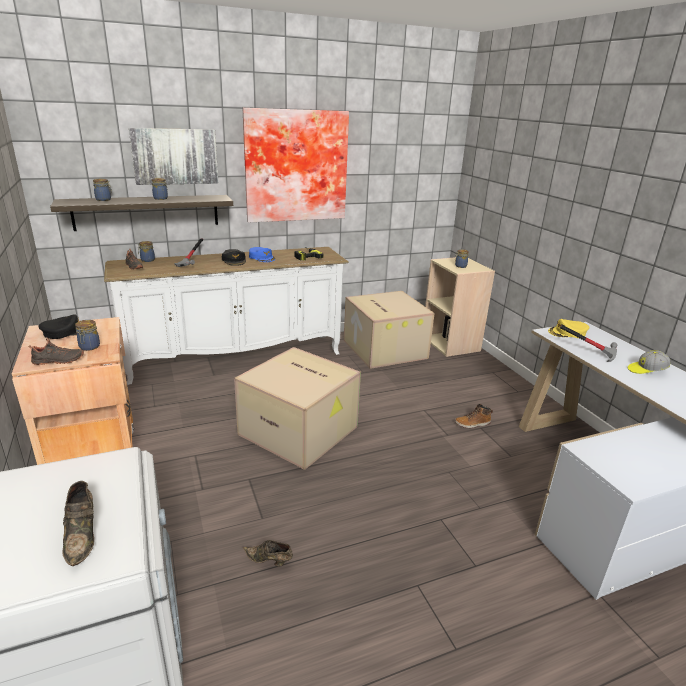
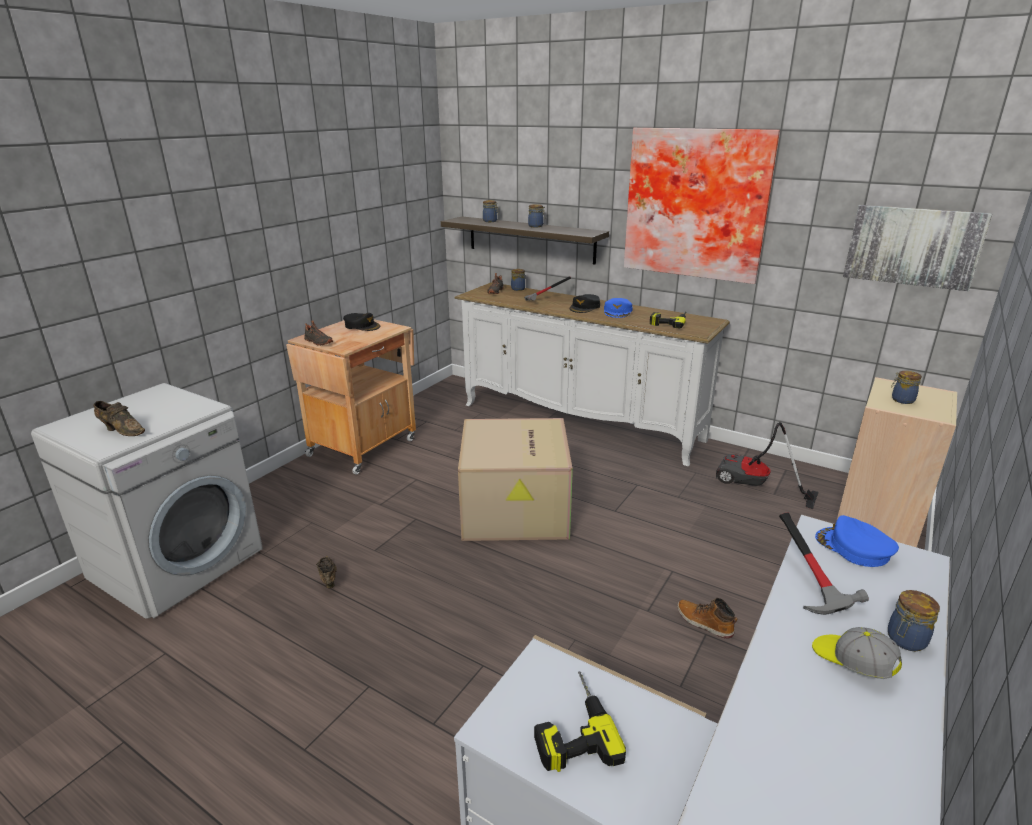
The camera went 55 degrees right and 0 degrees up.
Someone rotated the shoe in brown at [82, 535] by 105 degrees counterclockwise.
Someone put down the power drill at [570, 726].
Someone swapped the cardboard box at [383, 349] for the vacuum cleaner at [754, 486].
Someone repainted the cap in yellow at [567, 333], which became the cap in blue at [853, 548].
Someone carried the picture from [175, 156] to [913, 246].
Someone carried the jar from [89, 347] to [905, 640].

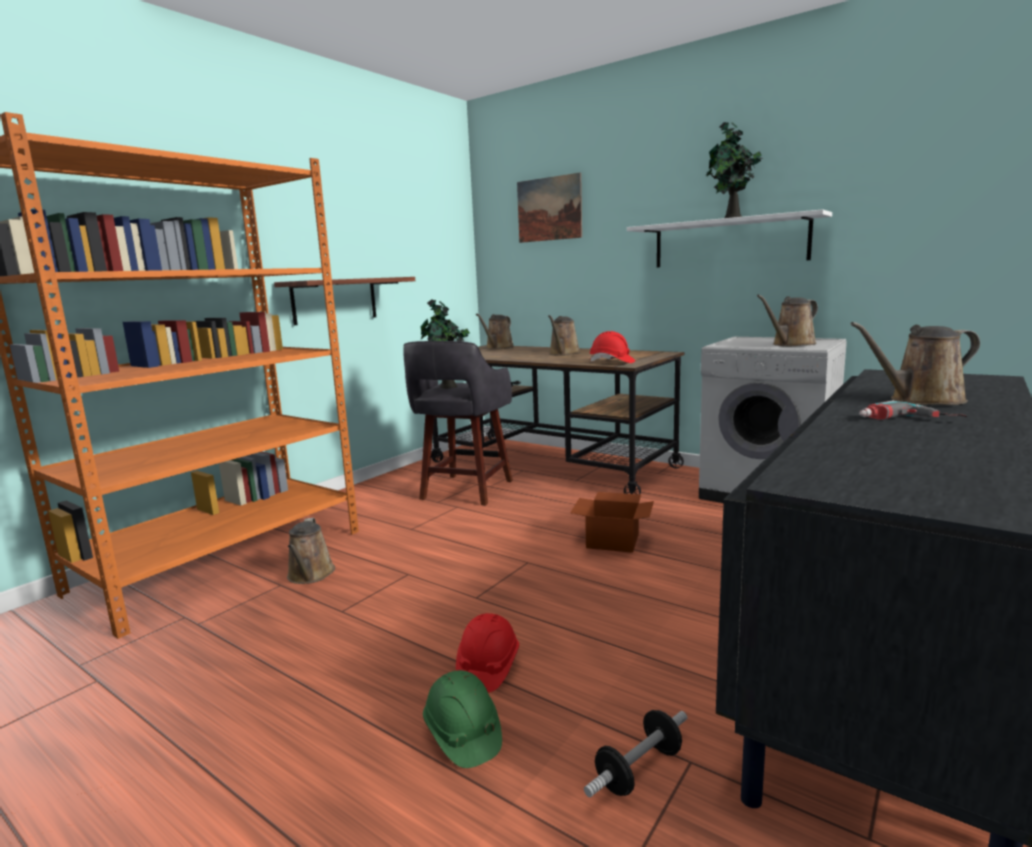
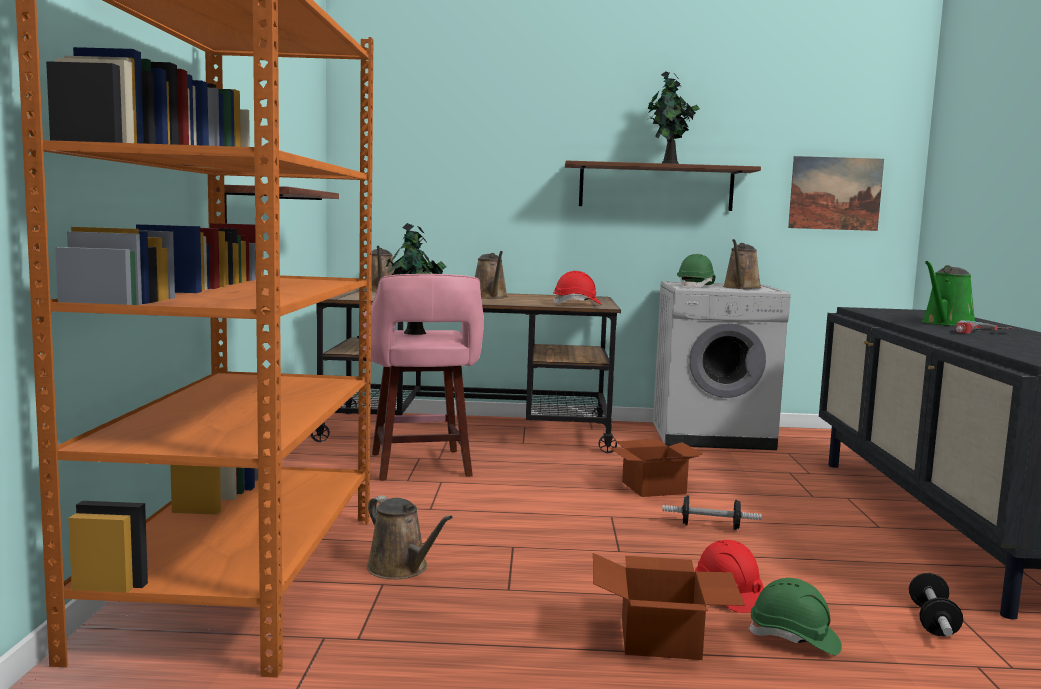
The camera went 35 degrees left and 5 degrees down.
Someone repainted the stool in grey at [465, 491], which became the stool in pink at [420, 466].
Someone repainted the shelf in white at [729, 242], which became the shelf in brown at [656, 187].
Someone put down the cardboard box at [663, 639].
Someone put down the dumbbell at [710, 526].
Someone put down the hard hat in green at [696, 286].
Someone carried the picture from [549, 209] to [835, 193].
Someone repainted the watering can in brown at [920, 400], which became the watering can in green at [946, 323].

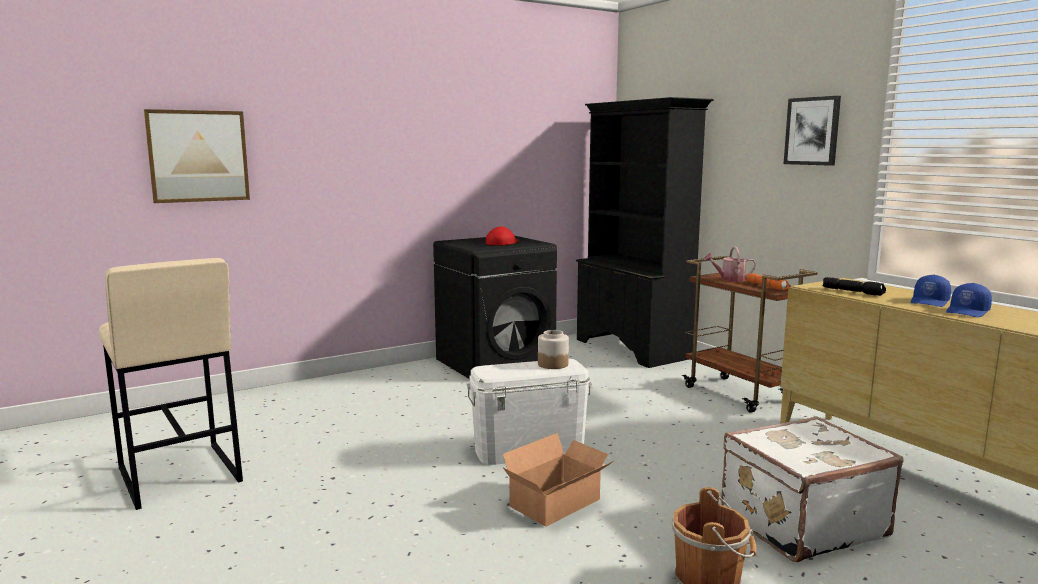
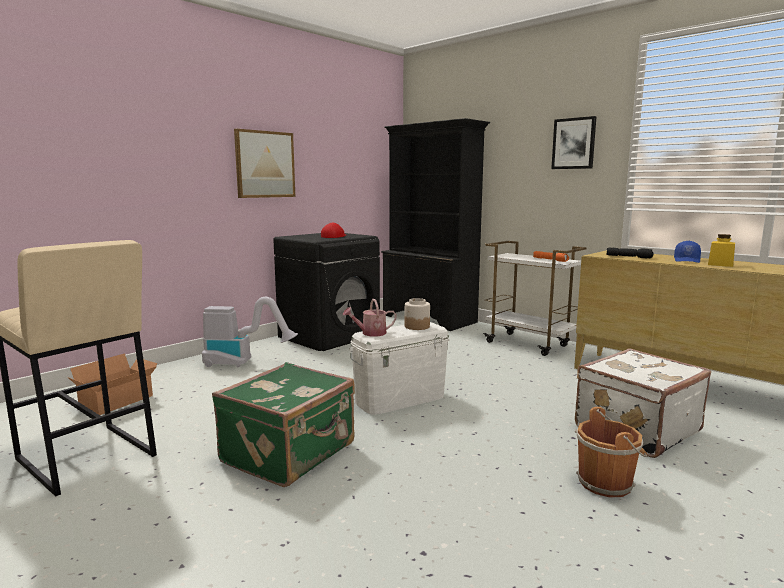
The camera went 15 degrees left and 0 degrees up.
Someone carried the cardboard box from [559, 503] to [119, 401].
Someone put down the vacuum cleaner at [244, 363].
Someone put down the suitcase in green at [290, 453].
Someone carried the picture from [198, 156] to [265, 164].
Someone carried the watering can from [729, 279] to [370, 333].
Someone repainted the cart in brown at [740, 396], which became the cart in white at [529, 345].
Someone swapped the cap in blue at [968, 312] for the jar in yellow at [720, 264].

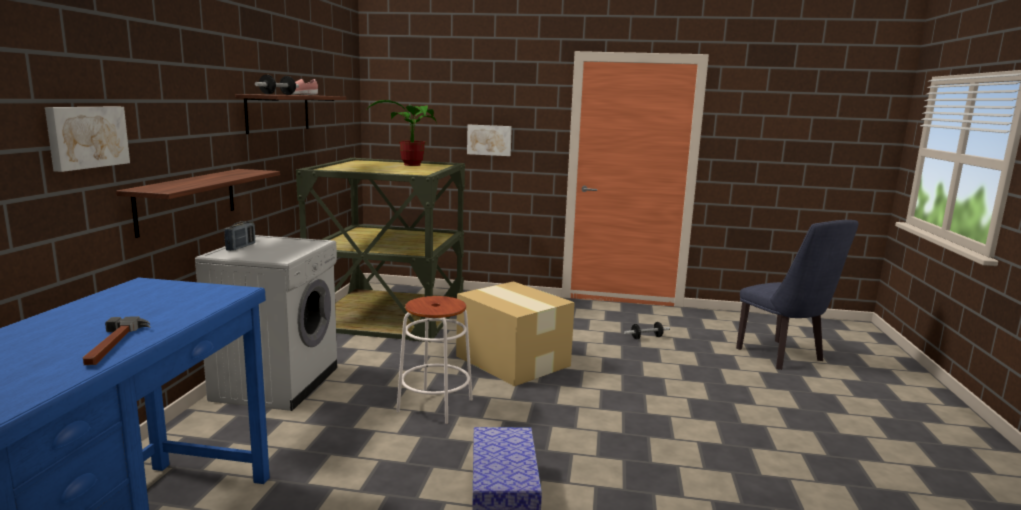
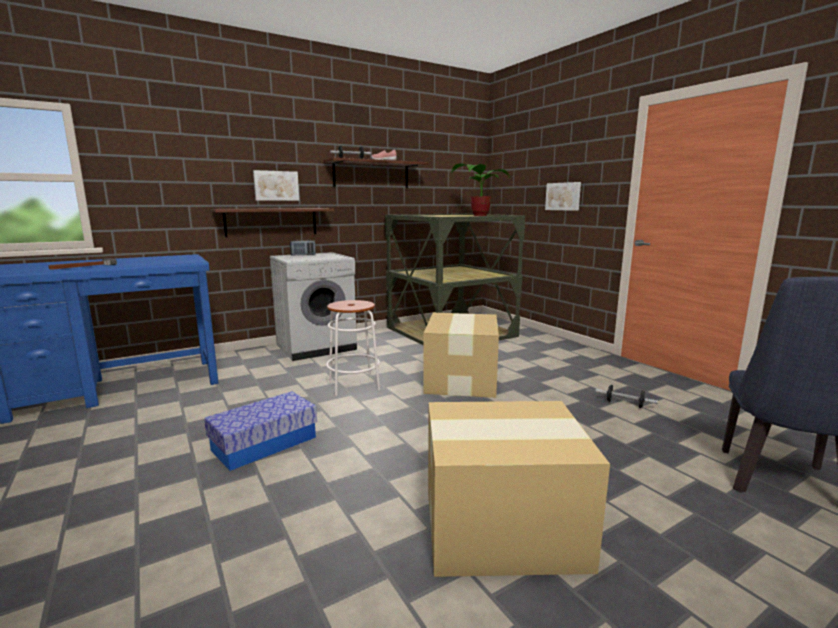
The camera went 50 degrees right and 0 degrees up.
Someone carried the picture from [86, 137] to [276, 185].
Someone put down the cardboard box at [504, 527].

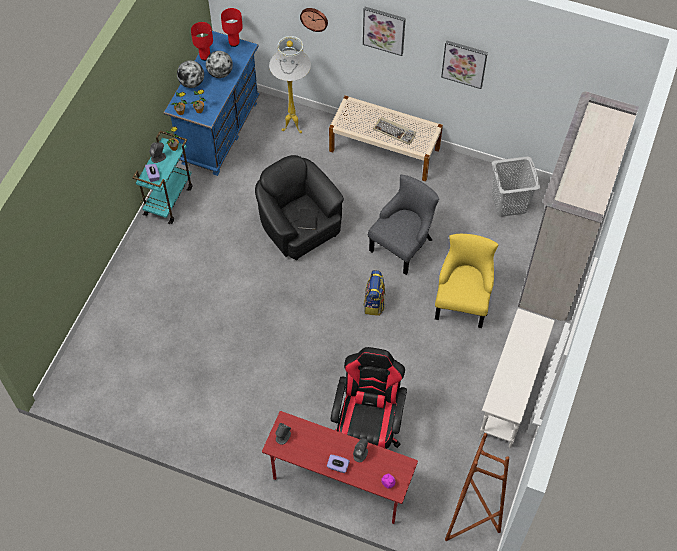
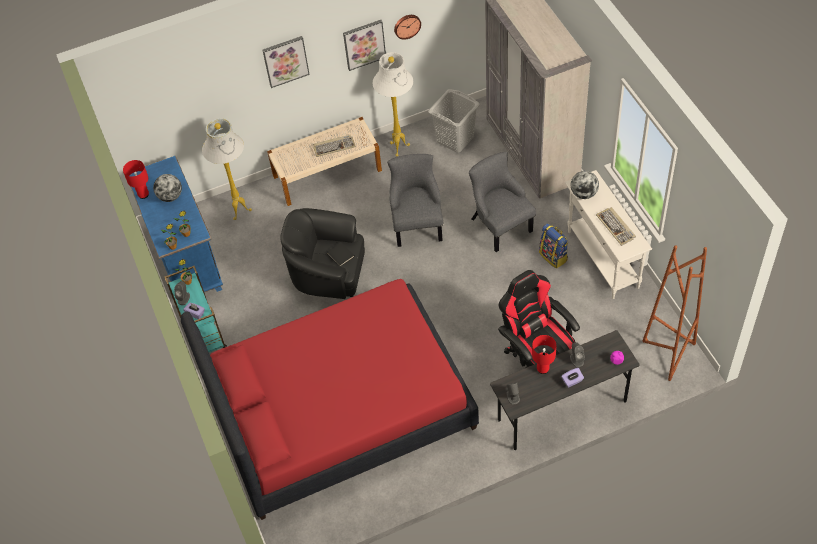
The camera went 40 degrees left and 5 degrees down.
Someone put down the bed in red at [339, 408].
Someone put down the floor lamp in white at [399, 147].
Someone carried the wall clock from [314, 18] to [407, 26].
Someone repainted the armchair in yellow at [462, 303], which became the armchair in grey at [501, 227].
Someone repainted the desk in red at [339, 484], which became the desk in grey at [561, 411].
Someone carried the table lamp in red from [233, 43] to [542, 369].
Someone carried the backpack from [374, 303] to [553, 256].
Someone carried the globe from [192, 83] to [583, 194].
Someone put down the keyboard at [616, 227].

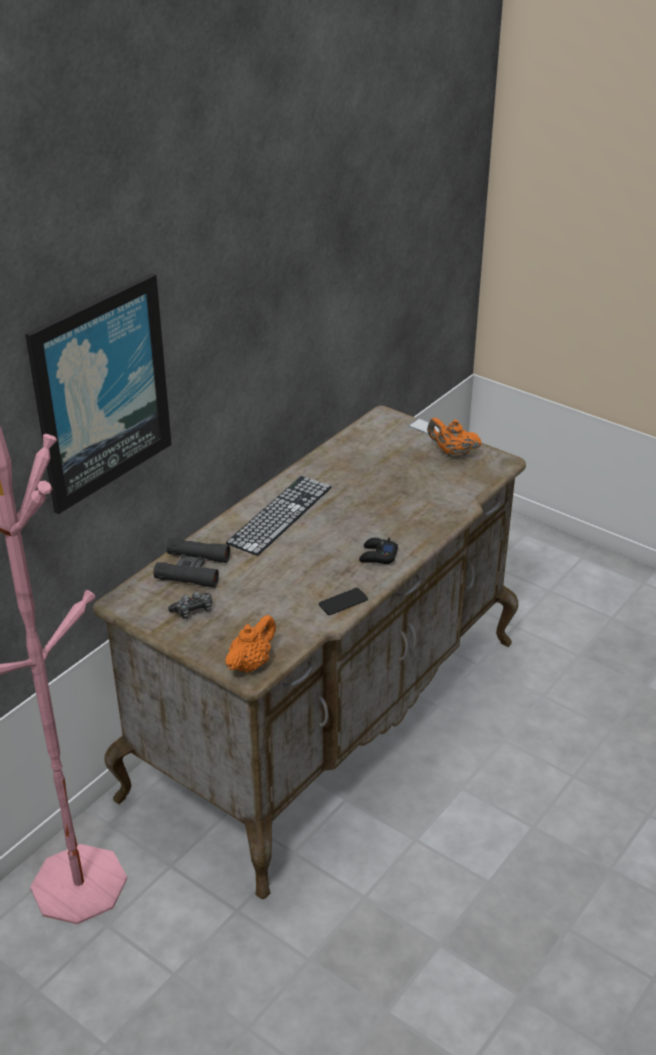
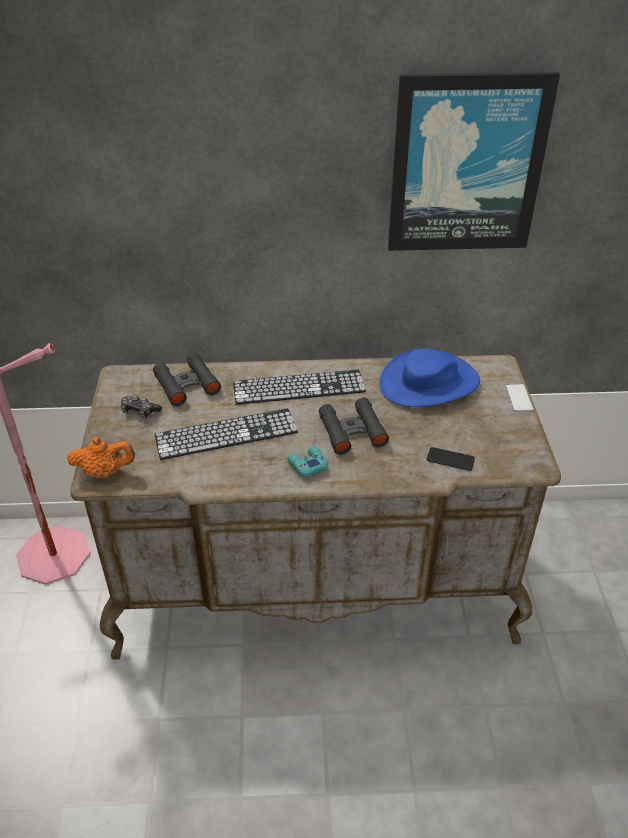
The camera went 50 degrees right and 5 degrees up.
Someone put down the keyboard at [226, 434].
Someone repainted the game controller in black at [377, 556], which became the game controller in turquoise at [307, 465].
Someone put down the binoculars in black at [352, 431].
Someone put down the hat in blue at [429, 383].
Someone carried the picture from [100, 392] to [466, 165].
Someone carried the phone from [343, 602] to [450, 459].
Someone took away the teapot in orange at [452, 453].

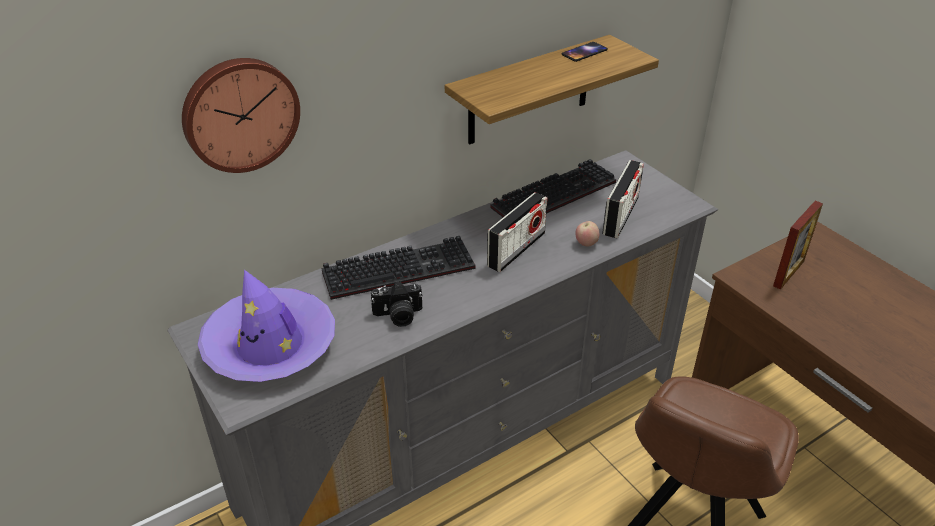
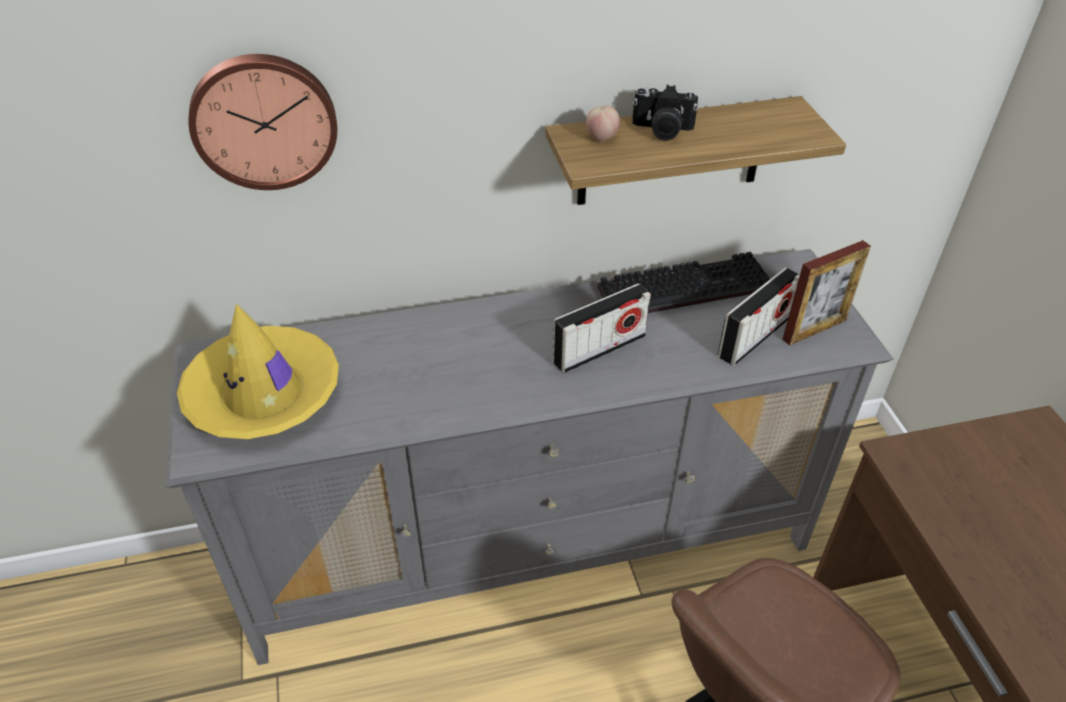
The camera went 20 degrees right and 5 degrees up.
Someone repainted the hat in purple at [270, 345], which became the hat in yellow at [264, 394].
Someone carried the apple from [586, 243] to [602, 138].
Someone carried the photo camera from [398, 316] to [662, 130].
Someone carried the picture frame from [788, 273] to [814, 330].
Someone took away the keyboard at [400, 268].
Someone took away the phone at [584, 52].

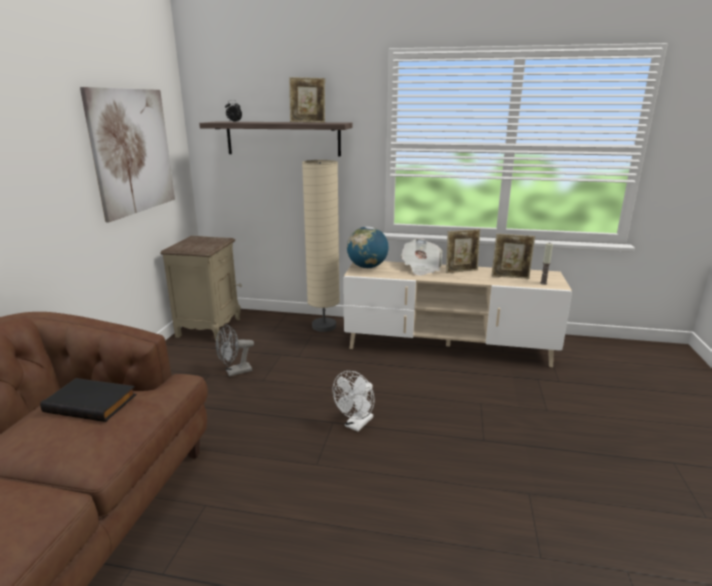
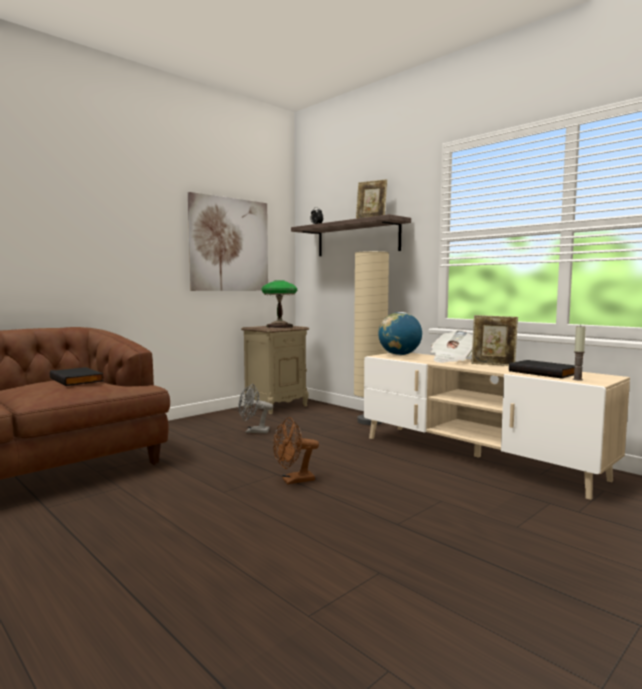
The camera went 35 degrees right and 15 degrees down.
Someone put down the table lamp at [280, 326].
Someone repainted the fan in white at [356, 425], which became the fan in brown at [293, 481].
Someone swapped the picture frame at [510, 277] for the book in black at [544, 372].

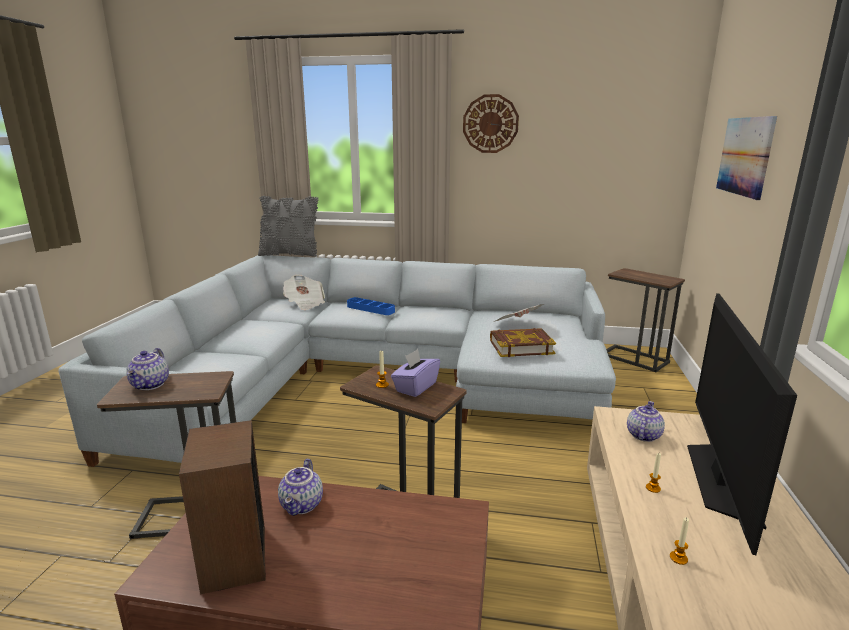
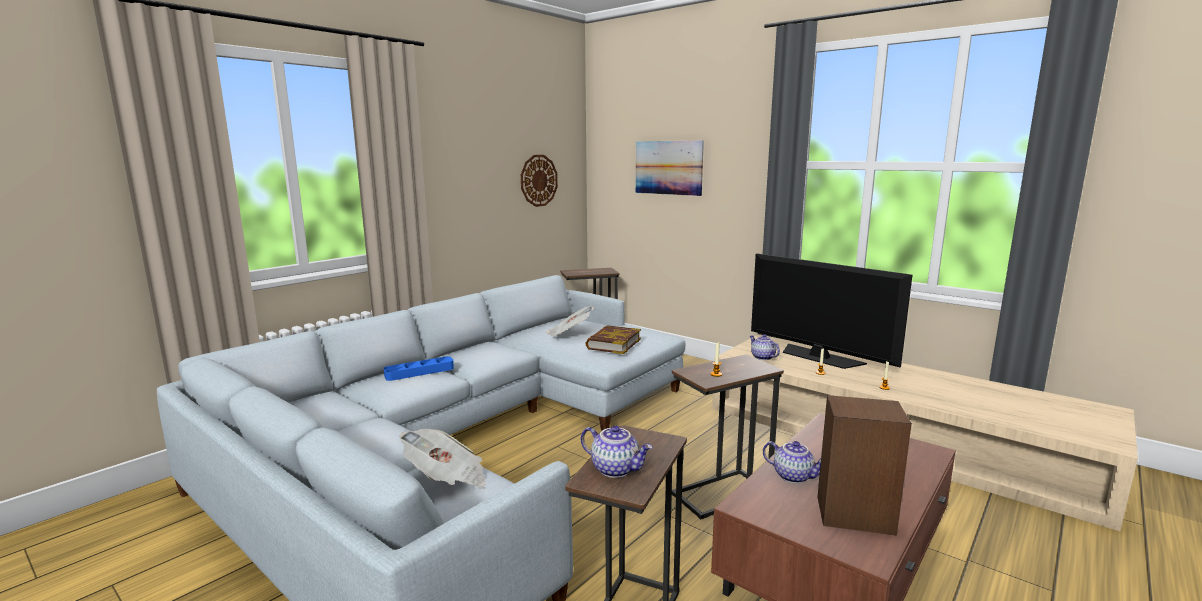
The camera went 60 degrees left and 5 degrees down.
Someone carried the newspaper from [305, 303] to [447, 478].
Someone carried the wall clock from [490, 124] to [538, 180].
Someone took away the pillow in grey at [290, 254].
Someone took away the tissue box in purple at [415, 387].

